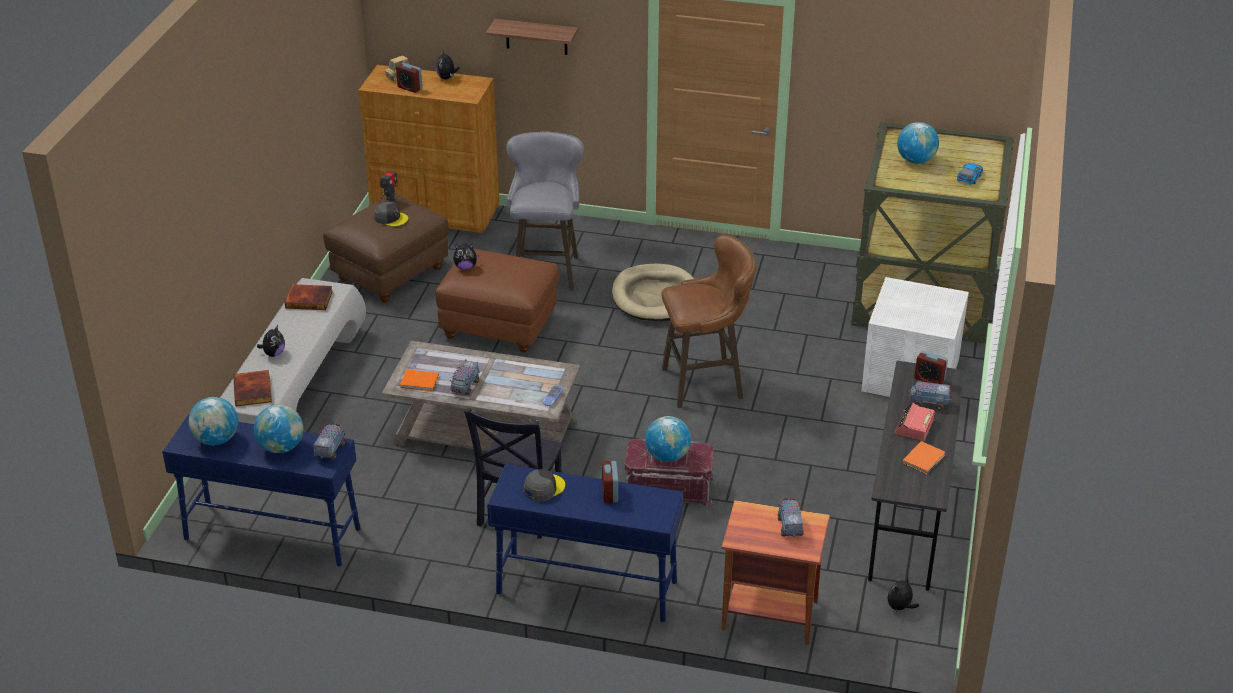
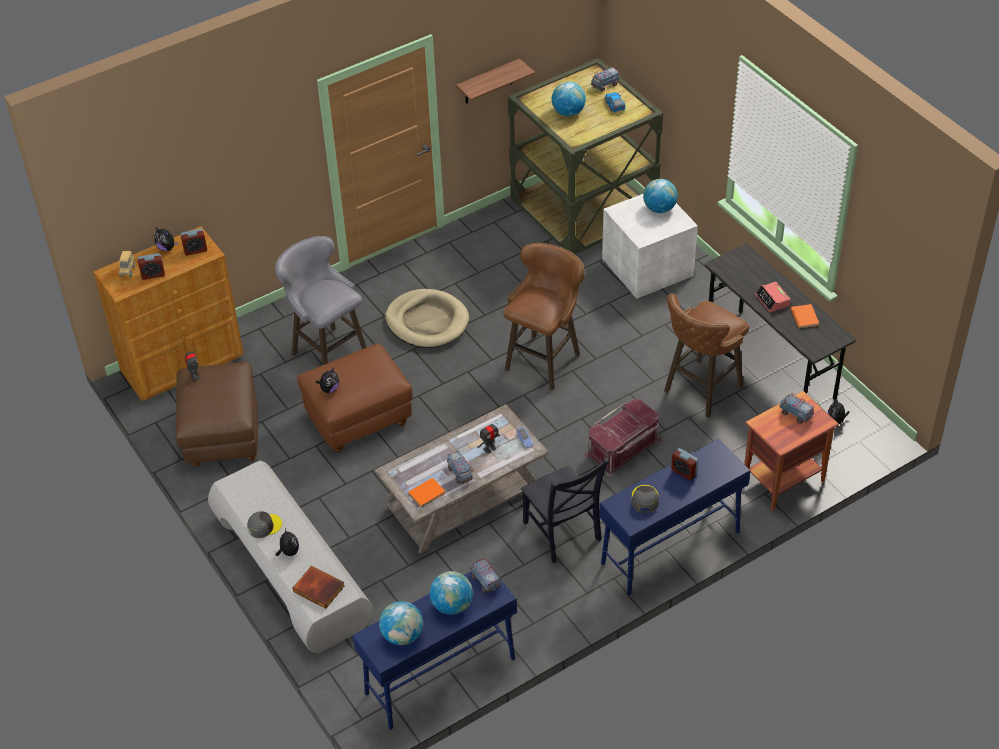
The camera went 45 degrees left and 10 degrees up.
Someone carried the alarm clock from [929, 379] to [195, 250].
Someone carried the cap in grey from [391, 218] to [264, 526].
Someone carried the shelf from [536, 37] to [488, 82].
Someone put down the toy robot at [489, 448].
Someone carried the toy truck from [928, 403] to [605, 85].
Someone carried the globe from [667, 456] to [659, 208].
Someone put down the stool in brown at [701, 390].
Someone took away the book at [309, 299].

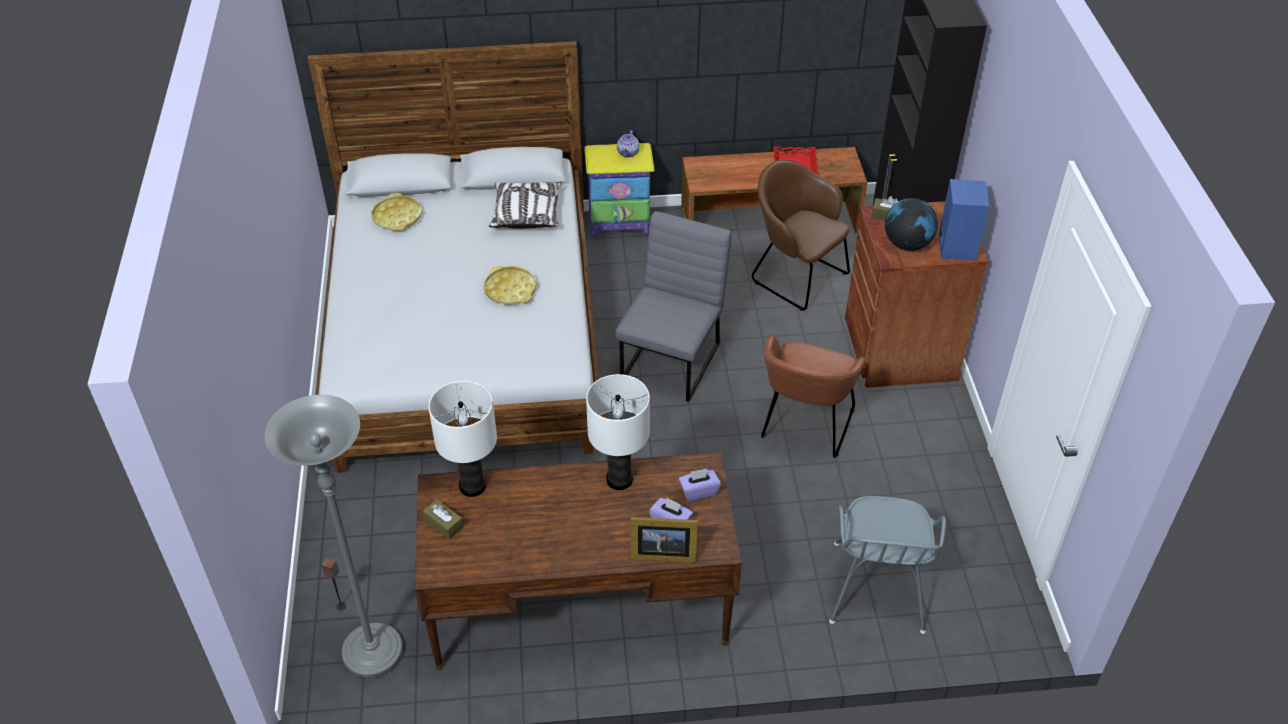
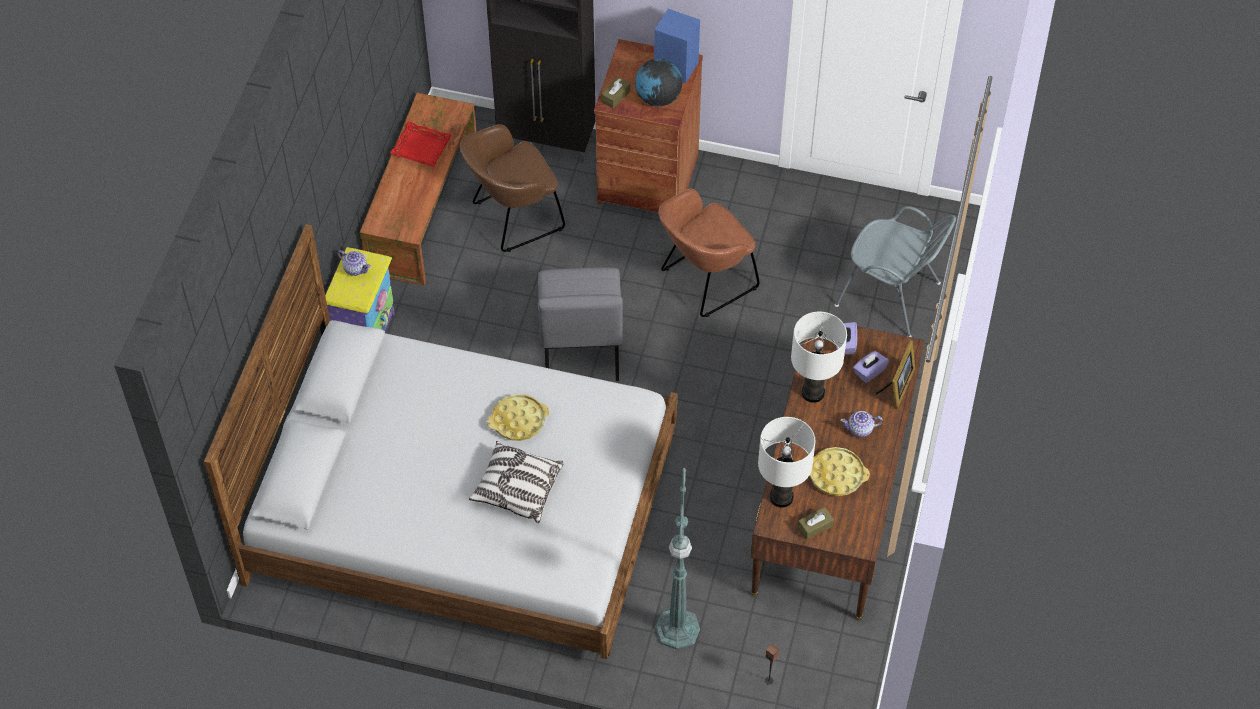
The camera went 70 degrees left and 10 degrees up.
Someone carried the pillow from [526, 214] to [517, 489].
Someone rotated the chair in grey at [672, 360] by 135 degrees counterclockwise.
Someone put down the floor lamp in green at [677, 631].
Someone rotated the armchair in brown at [804, 426] by 105 degrees clockwise.
Someone carried the tray in yellow from [397, 217] to [836, 475].
Someone put down the teapot at [860, 429].
Someone took away the floor lamp in grey at [372, 652].

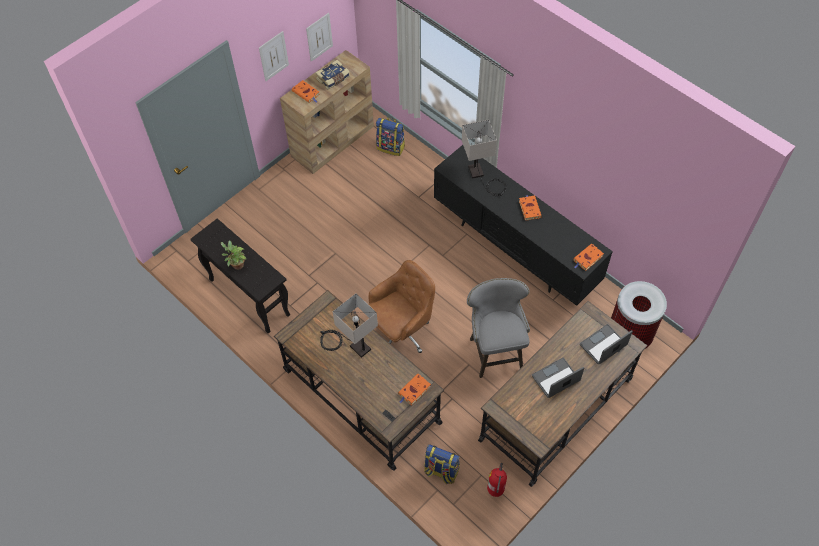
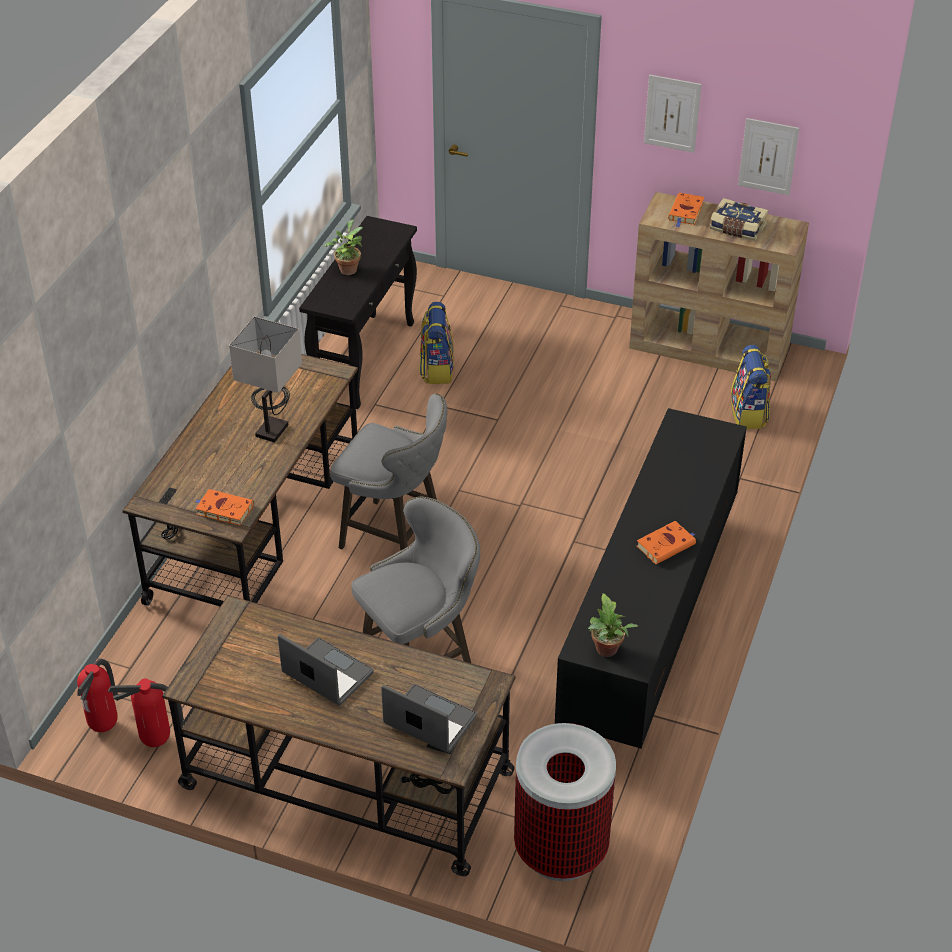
The camera went 65 degrees right and 15 degrees down.
Someone put down the fire extinguisher at [104, 726].
Someone swapped the office chair in brown at [401, 332] for the stool in grey at [396, 538].
Someone carried the backpack from [441, 471] to [436, 369].
Someone swapped the book in orange at [587, 258] for the potted plant at [607, 651].
Someone took away the table lamp at [483, 178].

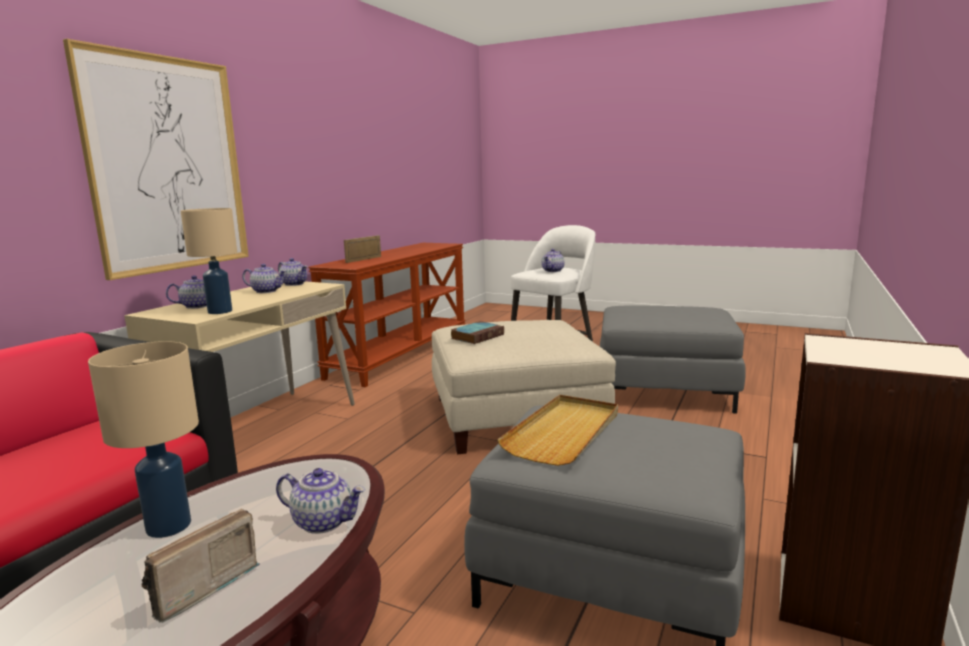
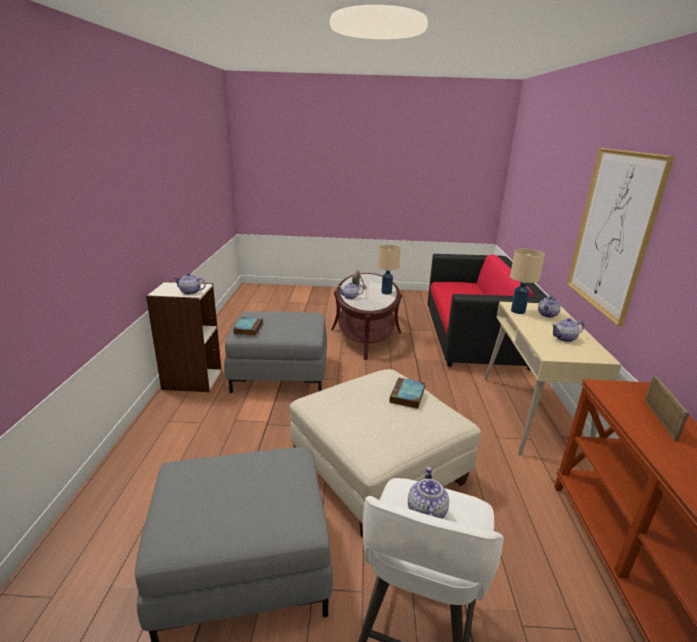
The camera went 155 degrees right and 10 degrees up.
Someone carried the teapot from [294, 284] to [190, 292].
Someone put down the book at [248, 328].
Someone took away the tray in beige at [564, 432].

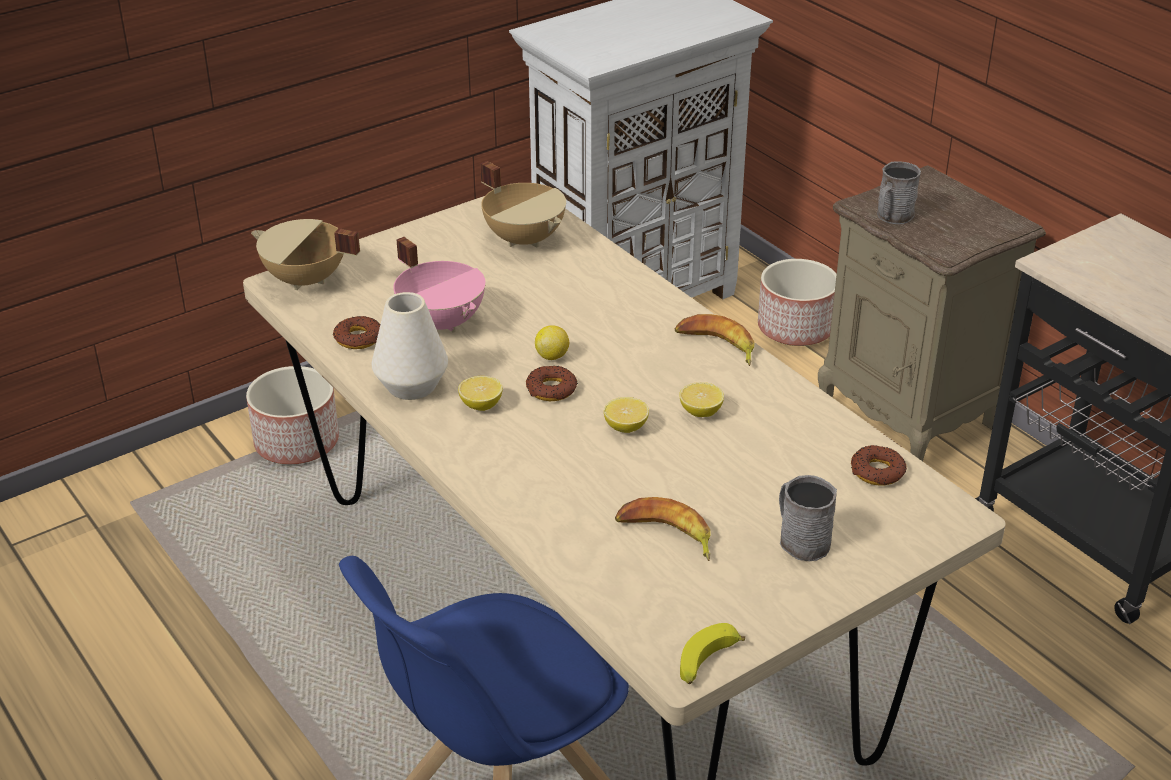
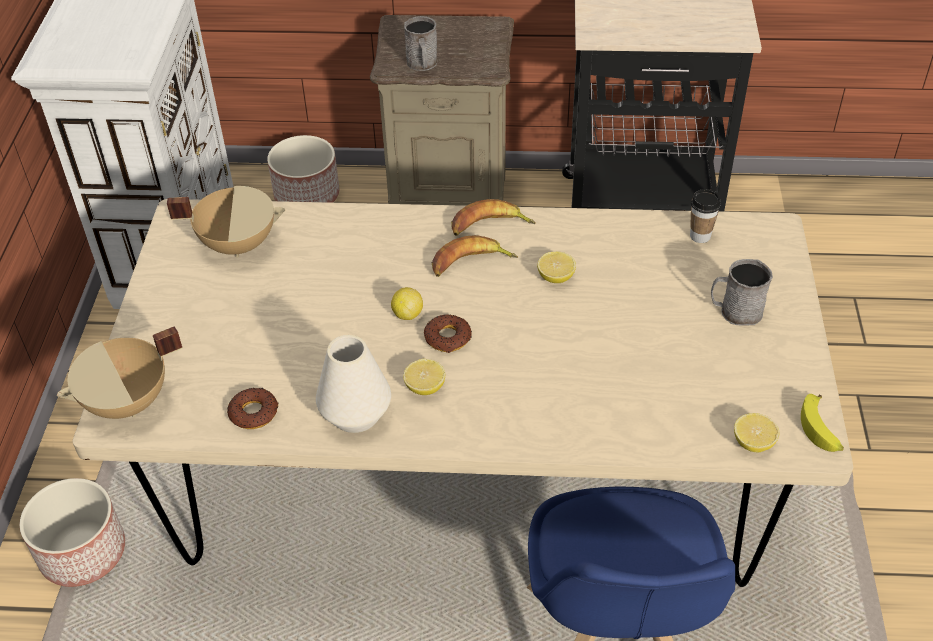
The camera went 50 degrees left and 10 degrees up.
Someone carried the banana from [666, 535] to [470, 263].
Someone swapped the donut at [877, 472] for the cup at [700, 236].
Someone carried the lemon from [626, 427] to [753, 443].
Someone took away the cooking pot in pink at [442, 322].

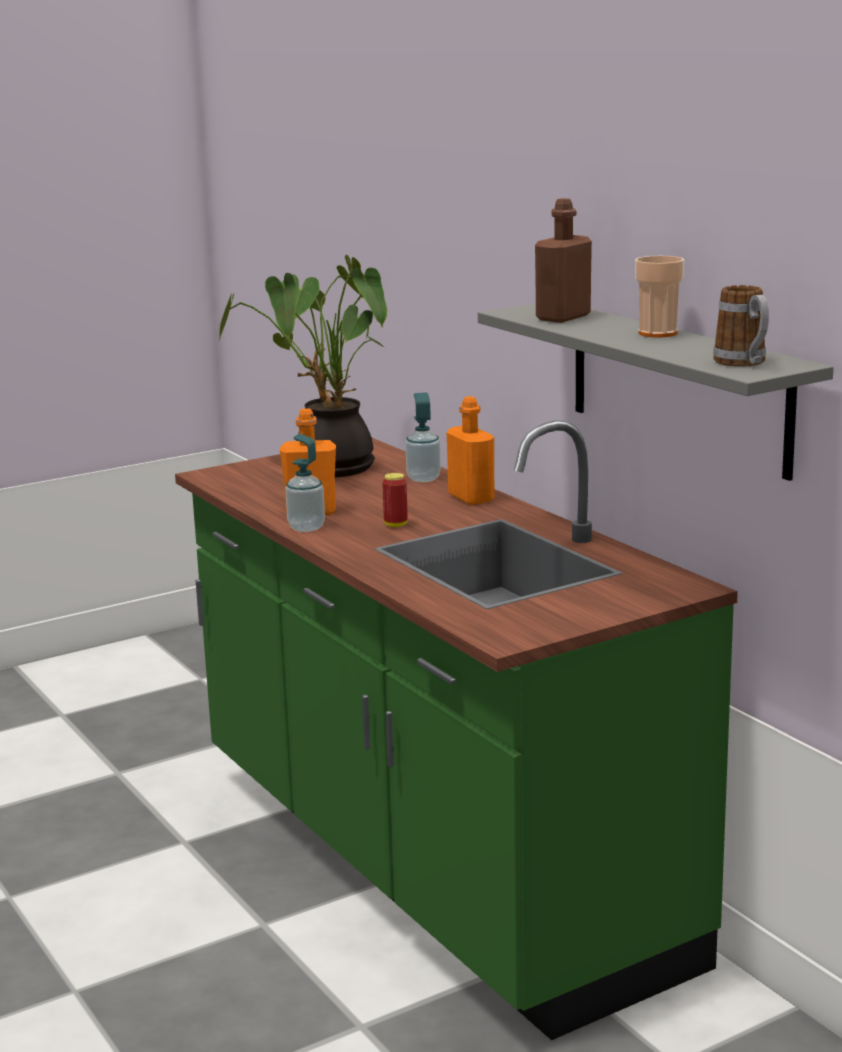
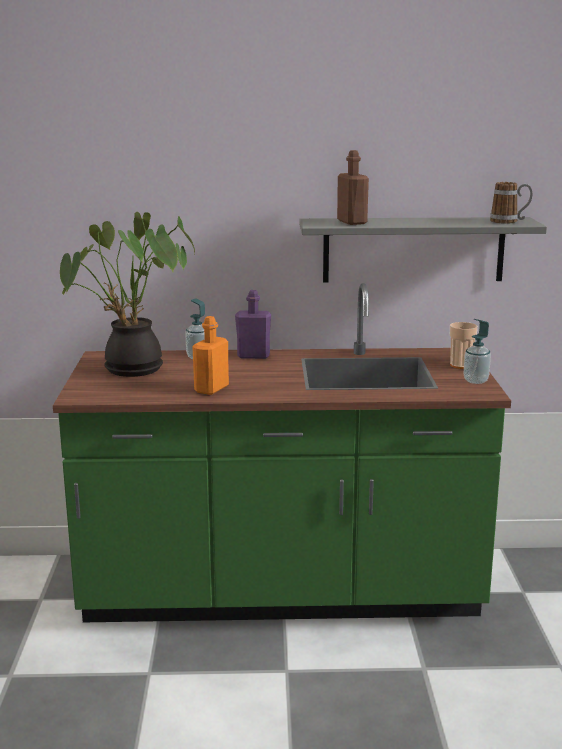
The camera went 60 degrees left and 0 degrees up.
Someone repainted the bottle in orange at [471, 498], which became the bottle in purple at [253, 356].
Someone carried the cup from [658, 333] to [461, 365].
Someone carried the soap dispenser from [306, 527] to [475, 381].
Someone took away the can at [395, 525].

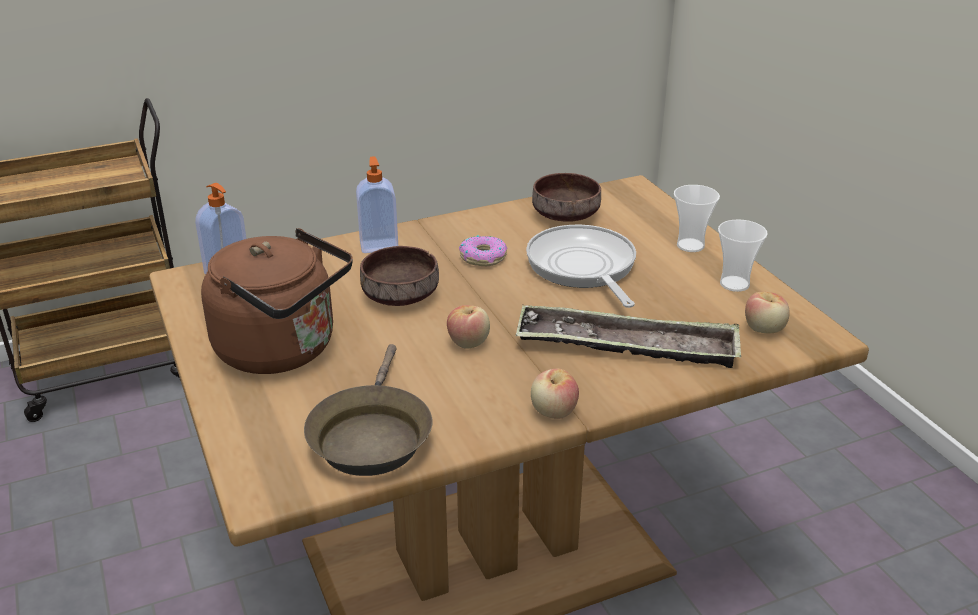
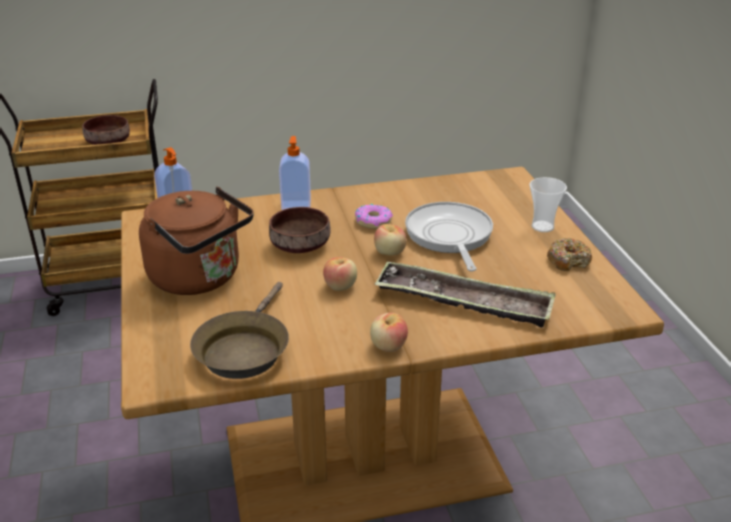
The camera went 10 degrees right and 0 degrees up.
Someone carried the bowl in brown from [566, 214] to [109, 142].
Someone carried the apple from [764, 329] to [390, 253].
Someone swapped the cup at [734, 284] for the donut at [568, 261].

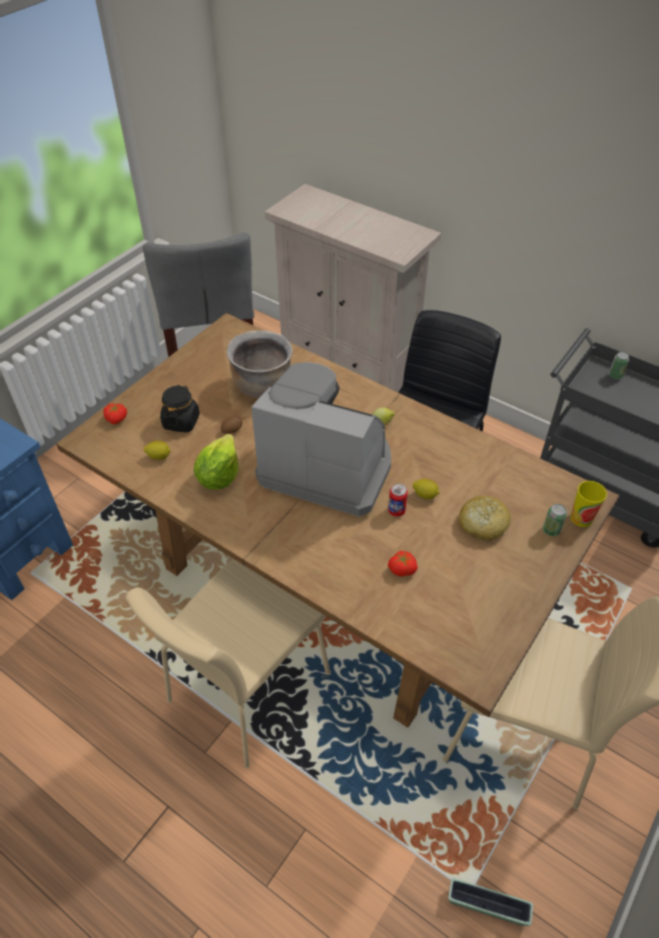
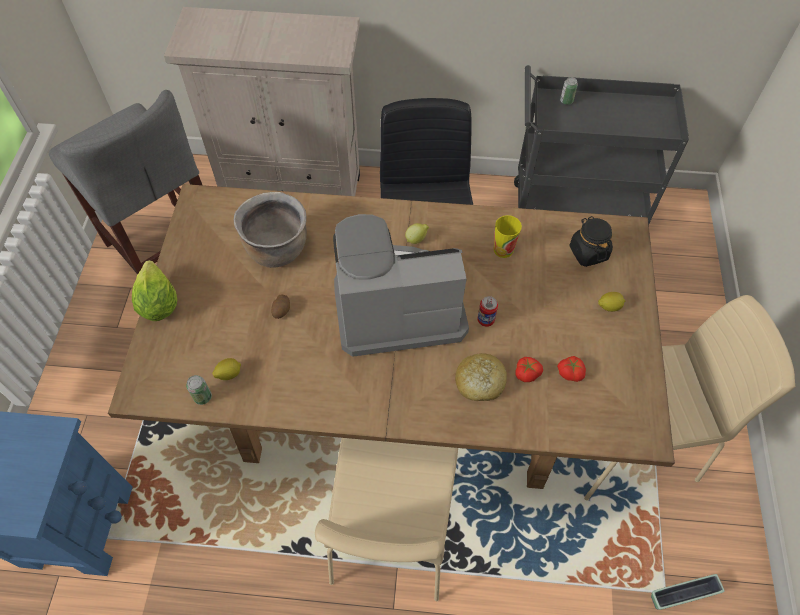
The camera went 30 degrees left and 10 degrees up.
Someone carried the lettuce from [219, 476] to [158, 304].
Someone carried the can from [551, 530] to [202, 397].
Someone carried the bread from [482, 524] to [479, 382].
Someone carried the cup from [581, 518] to [503, 249].
Someone carried the tomato from [117, 418] to [570, 372].
Someone carried the jar in black from [181, 421] to [588, 252].
Someone carried the lemon from [425, 495] to [609, 306].

